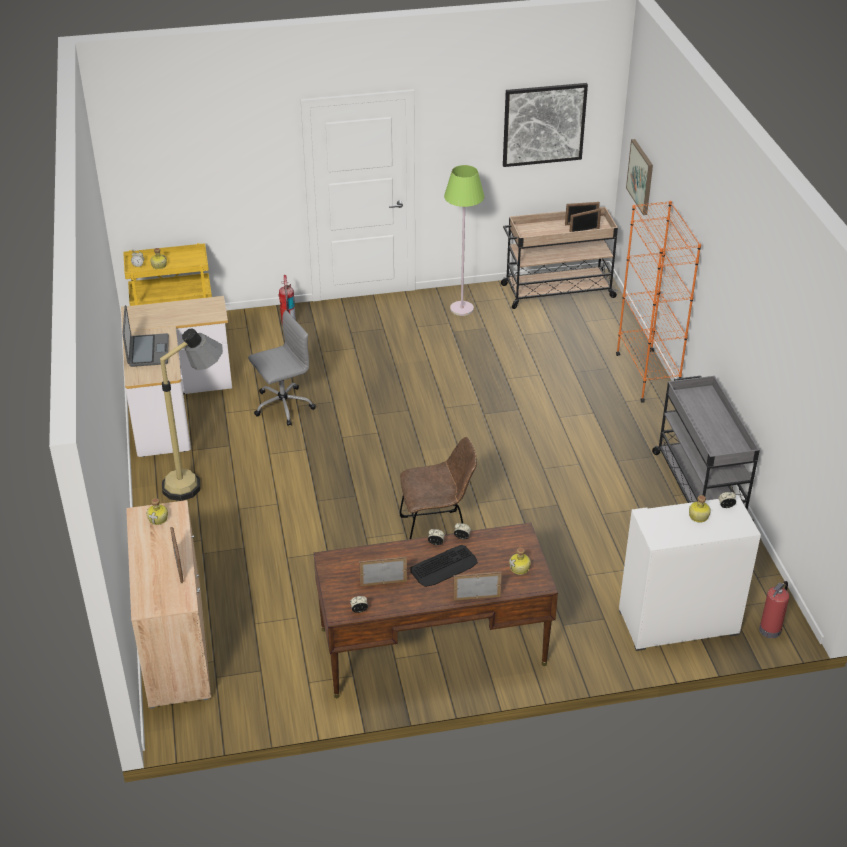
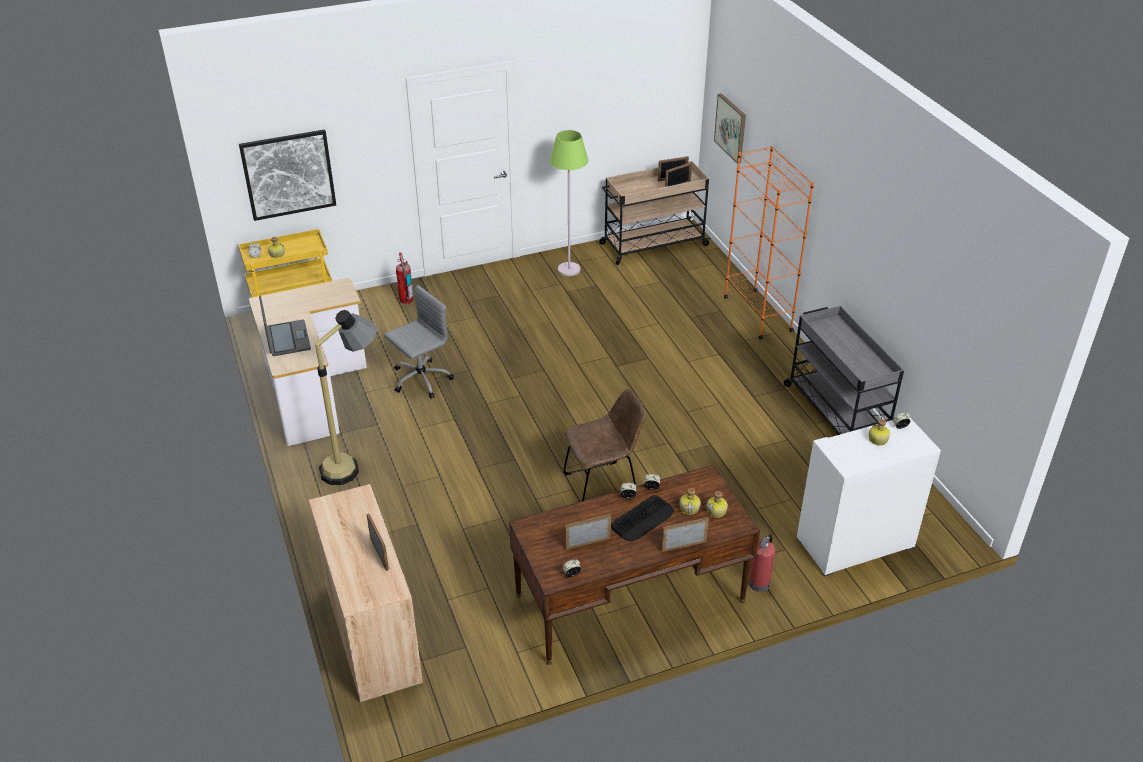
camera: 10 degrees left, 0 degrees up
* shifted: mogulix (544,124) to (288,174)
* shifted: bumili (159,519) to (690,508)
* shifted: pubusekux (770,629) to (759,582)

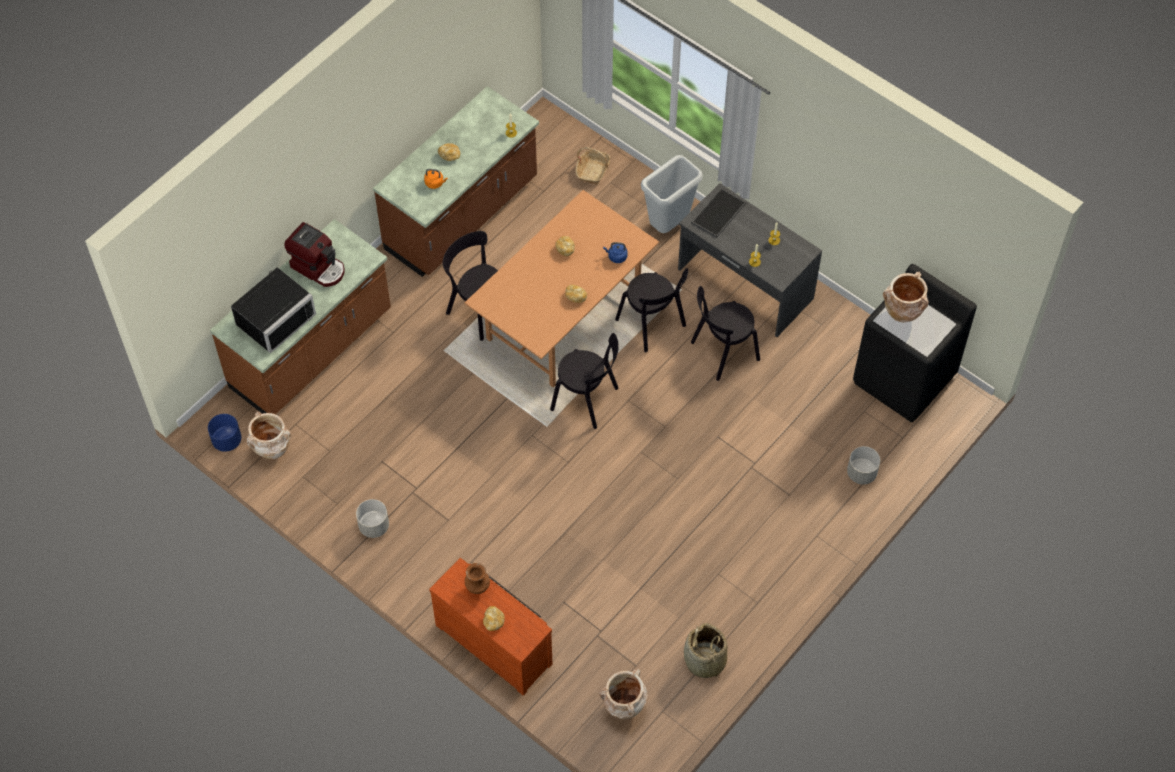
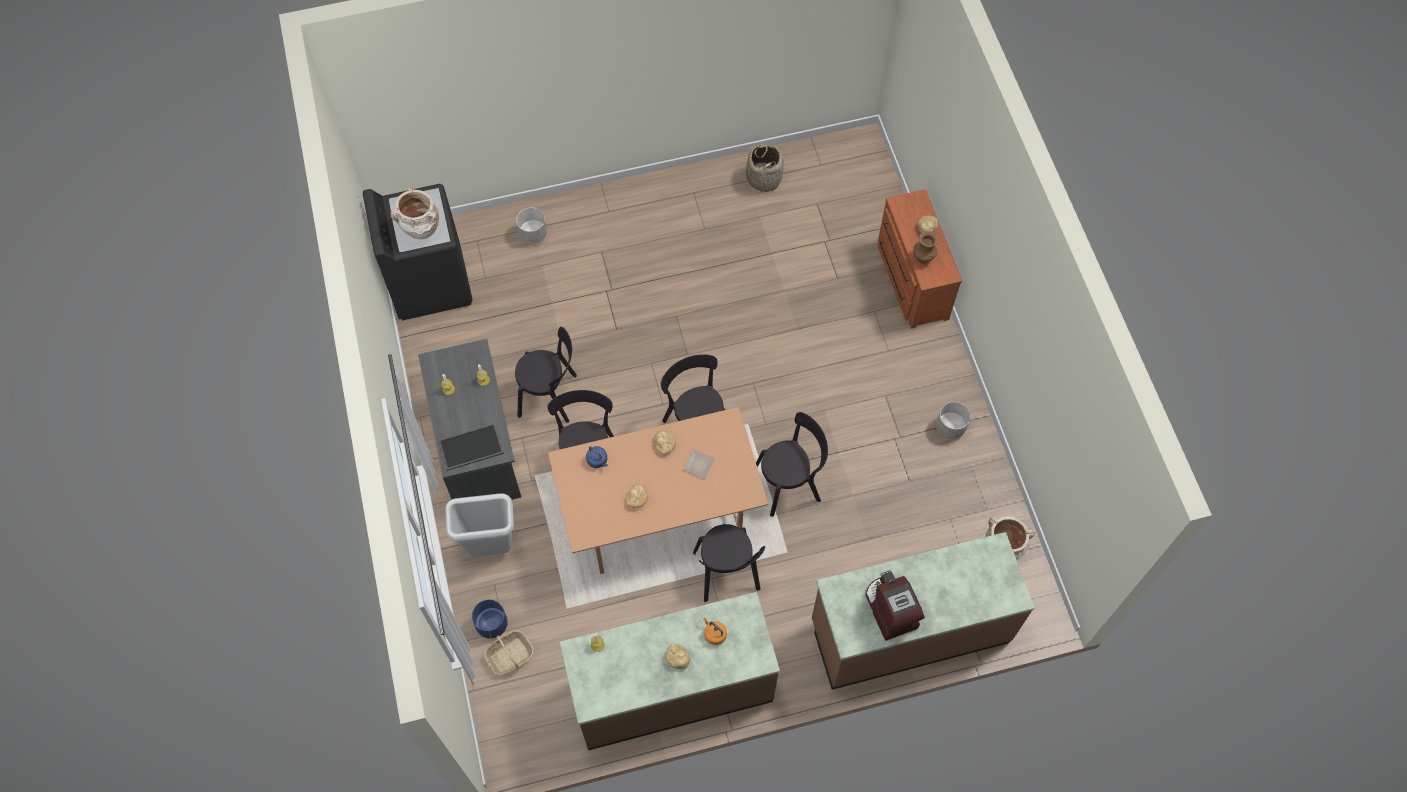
camera: 145 degrees left, 5 degrees up
* gone: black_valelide (273,317)
* shifted: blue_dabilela (226,440) to (492,624)
* gone: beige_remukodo (624,708)
* new: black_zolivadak (790,484)
* new: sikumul (698,465)

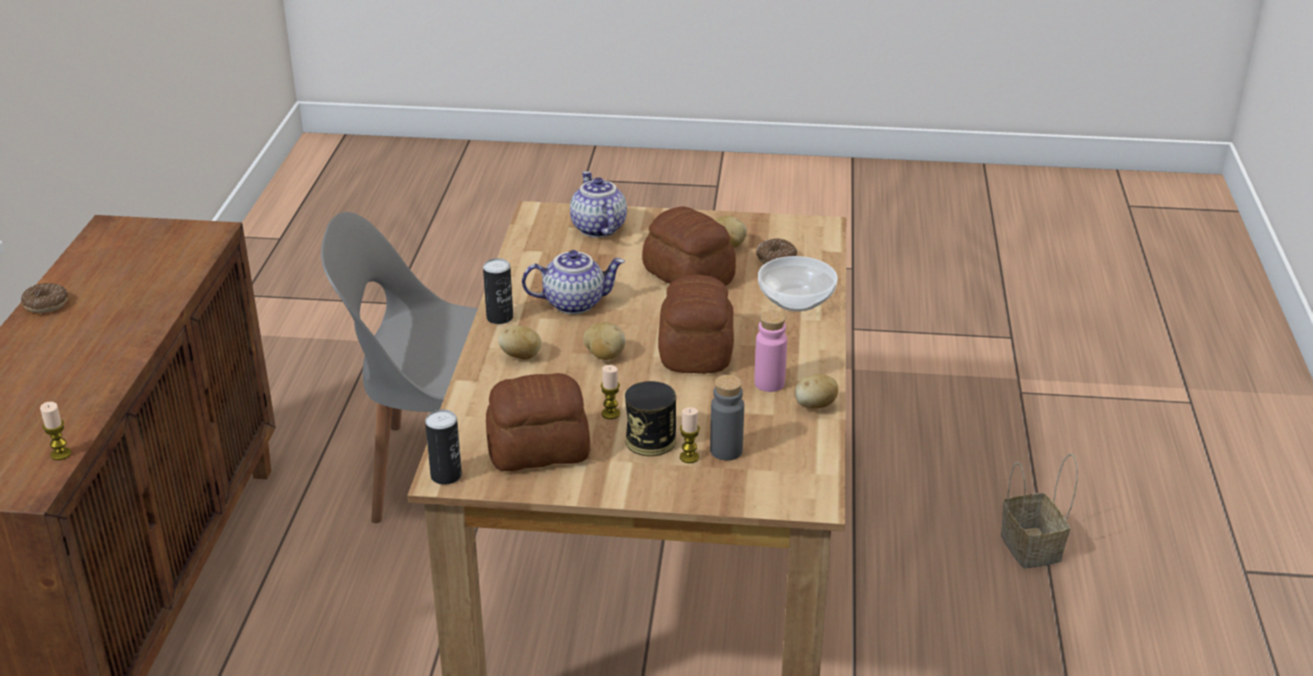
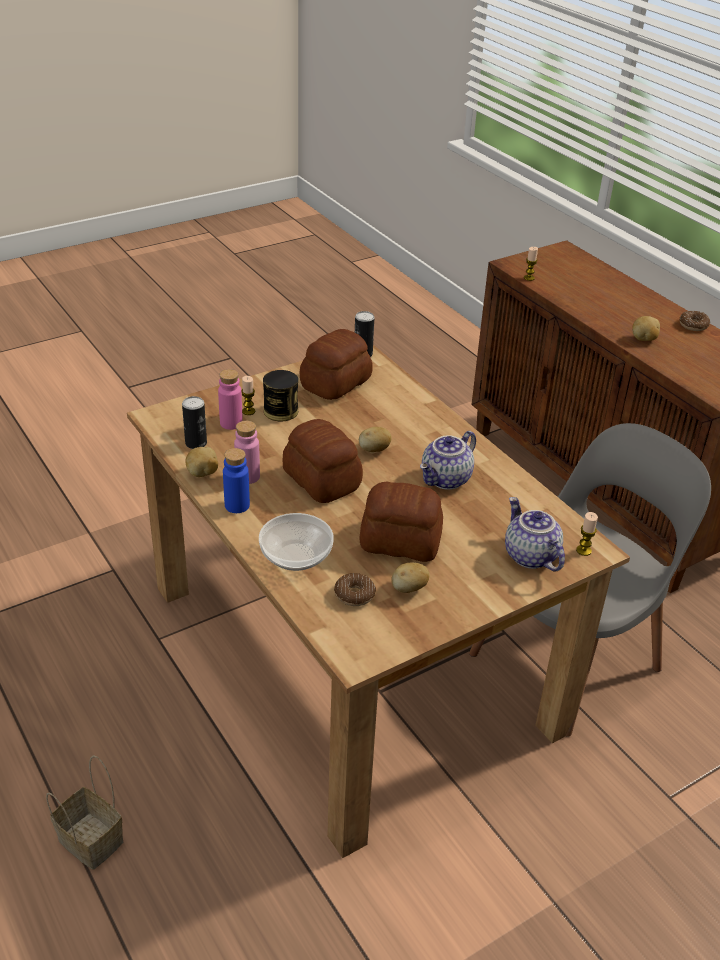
camera: 140 degrees right, 5 degrees up
* rotated: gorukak (597,228) = (529,556) 150 degrees counterclockwise
* shifted: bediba (500,317) to (196,443)
* shifted: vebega (521,356) to (644,339)
* shifted: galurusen (610,414) to (583,550)
* repainted: grey_bumili (726,451) to pink_bumili (231,423)
* new: blue_bumili (237,505)

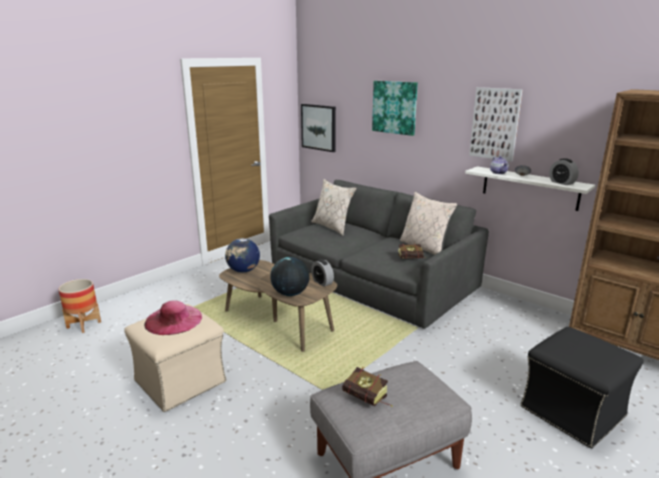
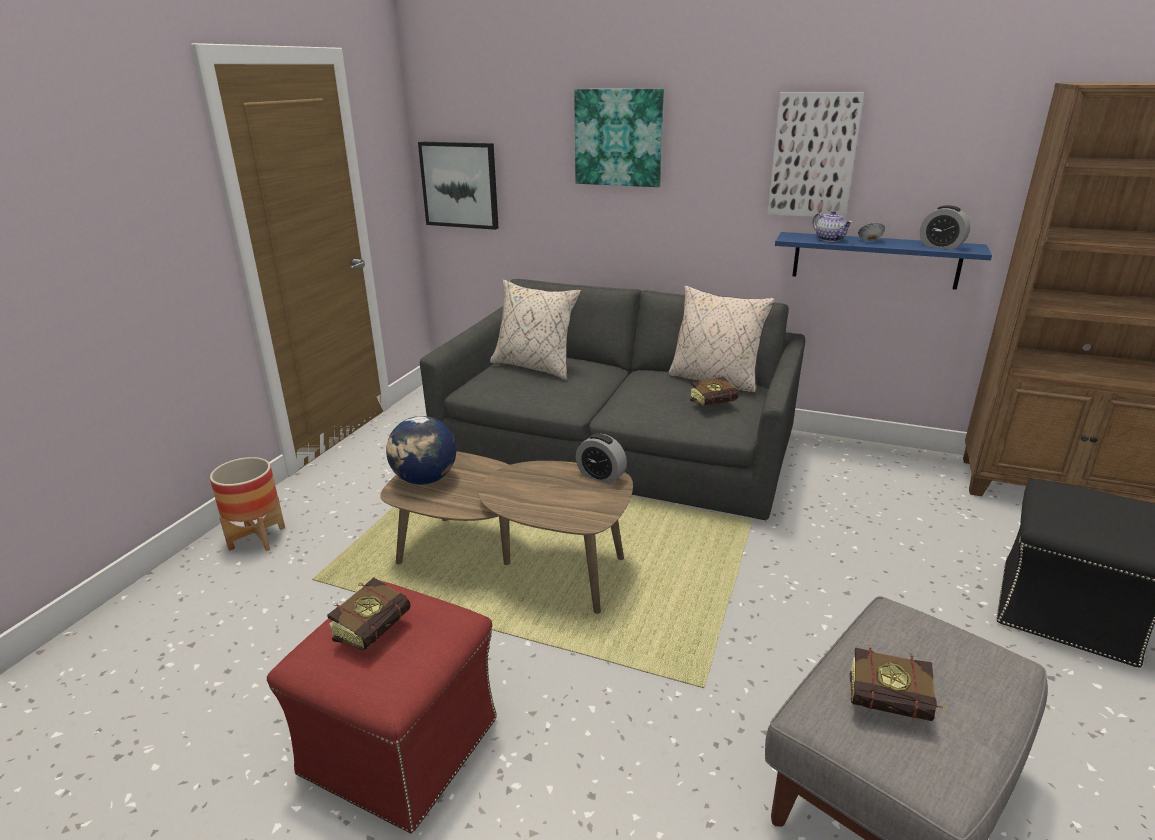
camera: 20 degrees left, 5 degrees up
* repainted: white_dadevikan (529,188) to blue_dadevikan (875,260)
* gone: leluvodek (290,294)
* shifted: dabilela (84,325) to (257,538)
* swapped: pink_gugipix (173,320) to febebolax (379,628)
* repainted: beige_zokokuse (181,381) to red_zokokuse (401,744)

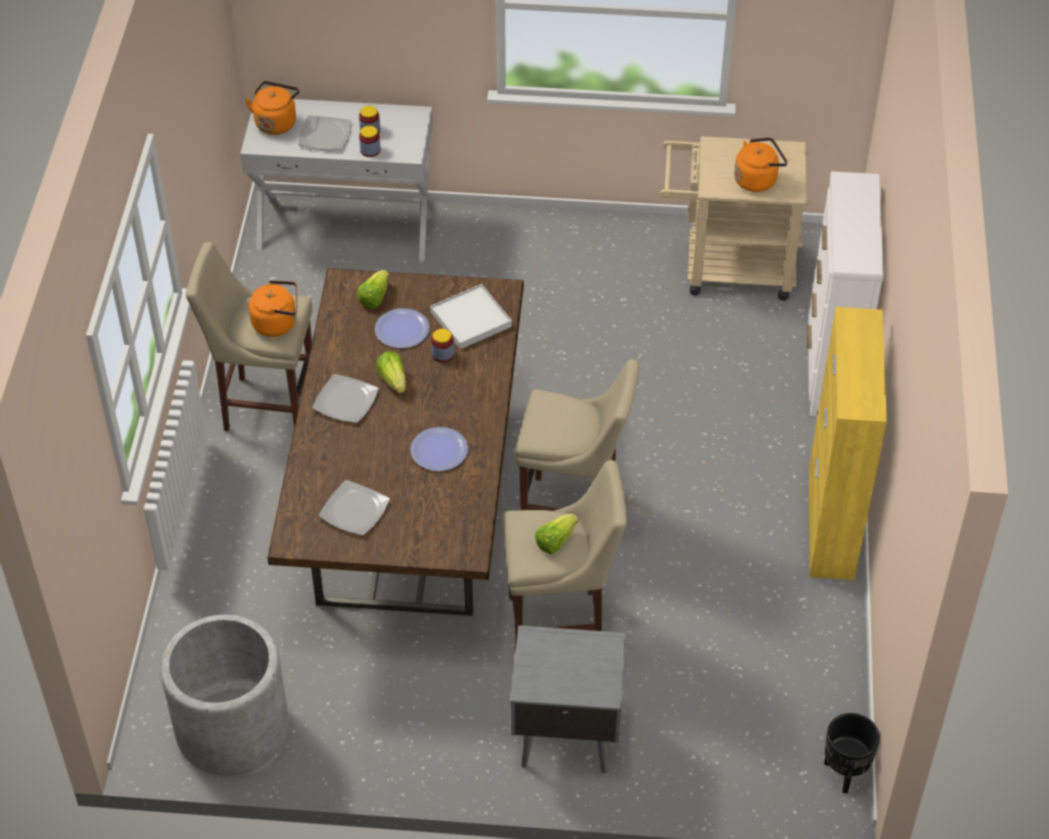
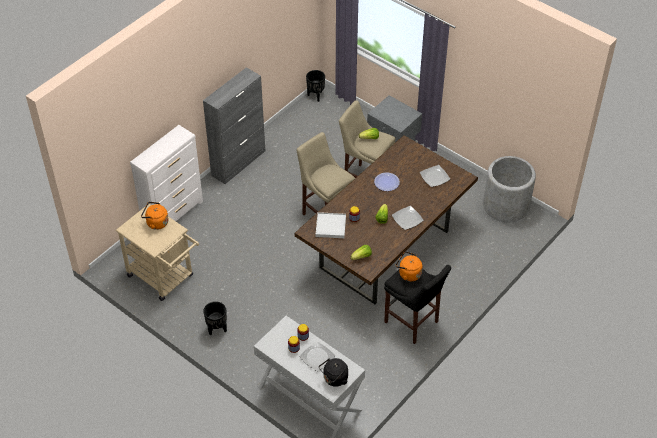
camera: 145 degrees left, 0 degrees up
* repainted: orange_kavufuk (276,122) to black_kavufuk (334,379)
* repainted: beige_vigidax (265,406) to black_vigidax (413,323)
* repainted: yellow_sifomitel (830,523) to grey_sifomitel (239,163)
* gone: sikumul (402,330)
* new: black_dabilela (217,329)

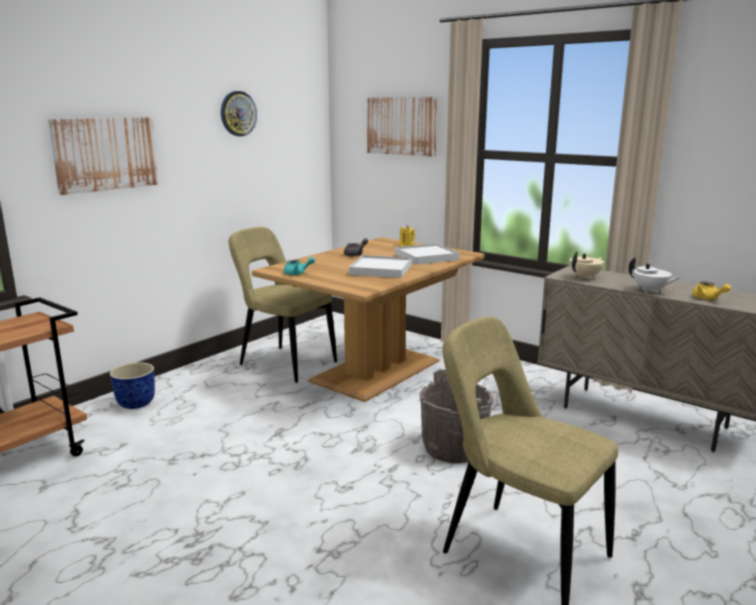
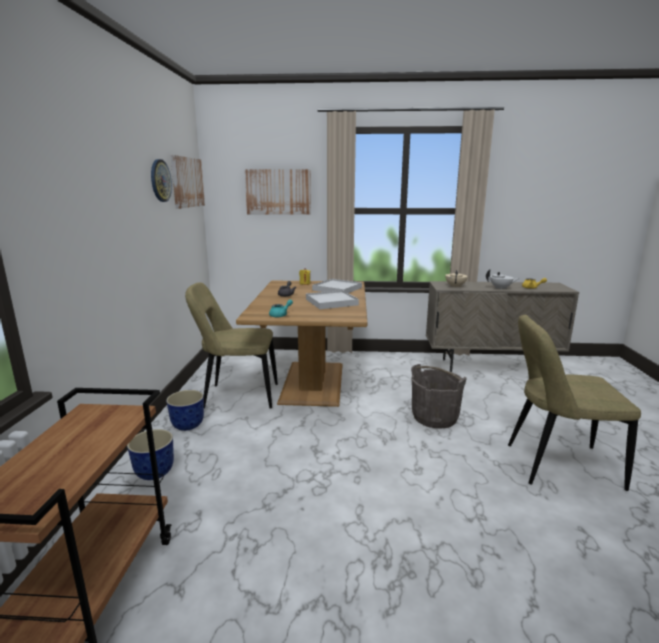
camera: 35 degrees left, 0 degrees up
* shifted: mogulix (105,154) to (187,182)
* new: dabilela (188,425)

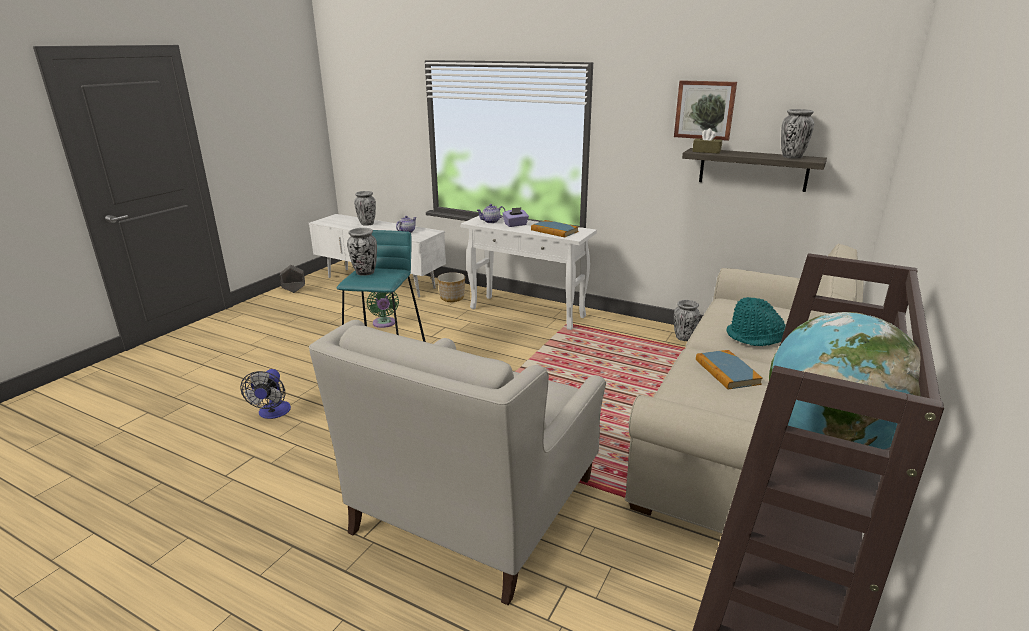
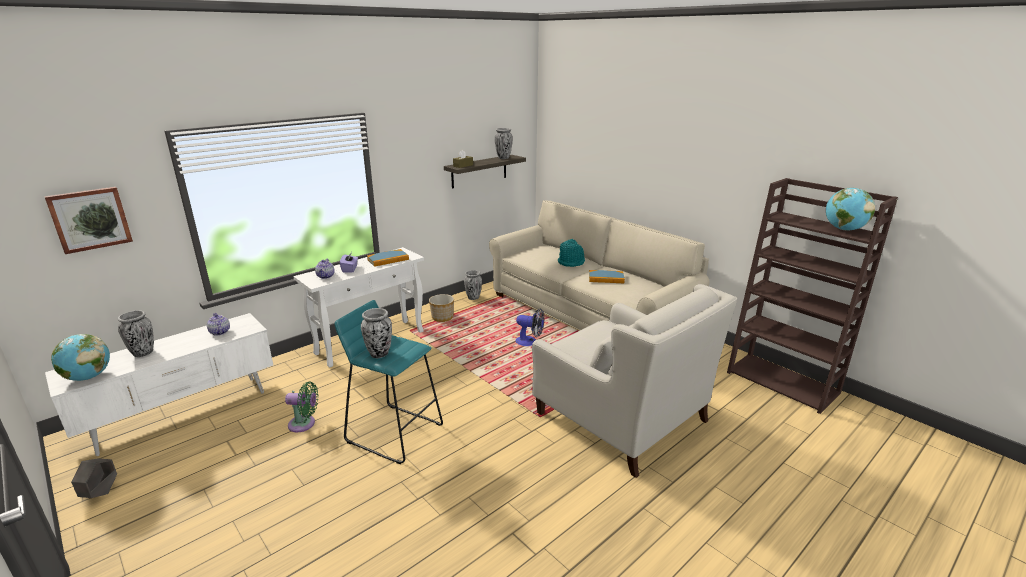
camera: 70 degrees left, 0 degrees up
* shifted: mogulix (705,110) to (90,219)
* shifted: dabilela (452,298) to (442,317)
* shifted: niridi (273,413) to (530,342)
* new: leluvodek (88,377)

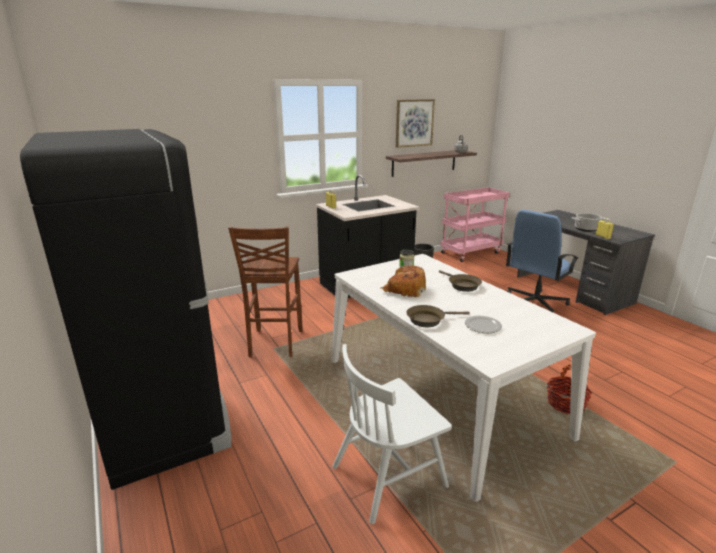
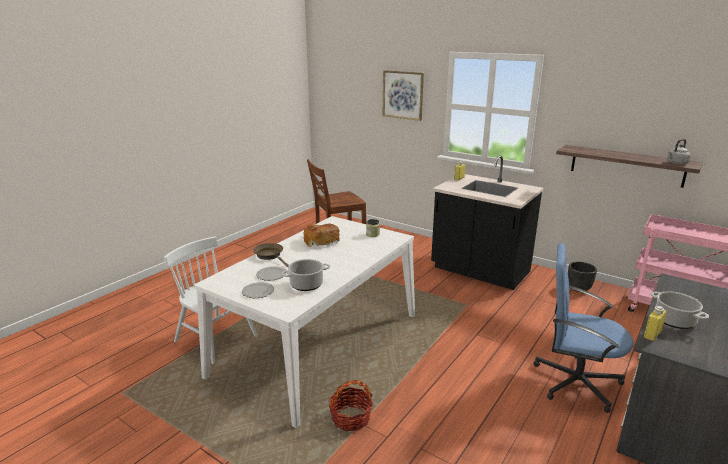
camera: 65 degrees right, 0 degrees up
* shifted: mogulix (414,123) to (403,95)
* gone: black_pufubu (165,417)
* gone: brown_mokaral (462,285)
* new: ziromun (306,285)
* new: sikumul (258,291)

